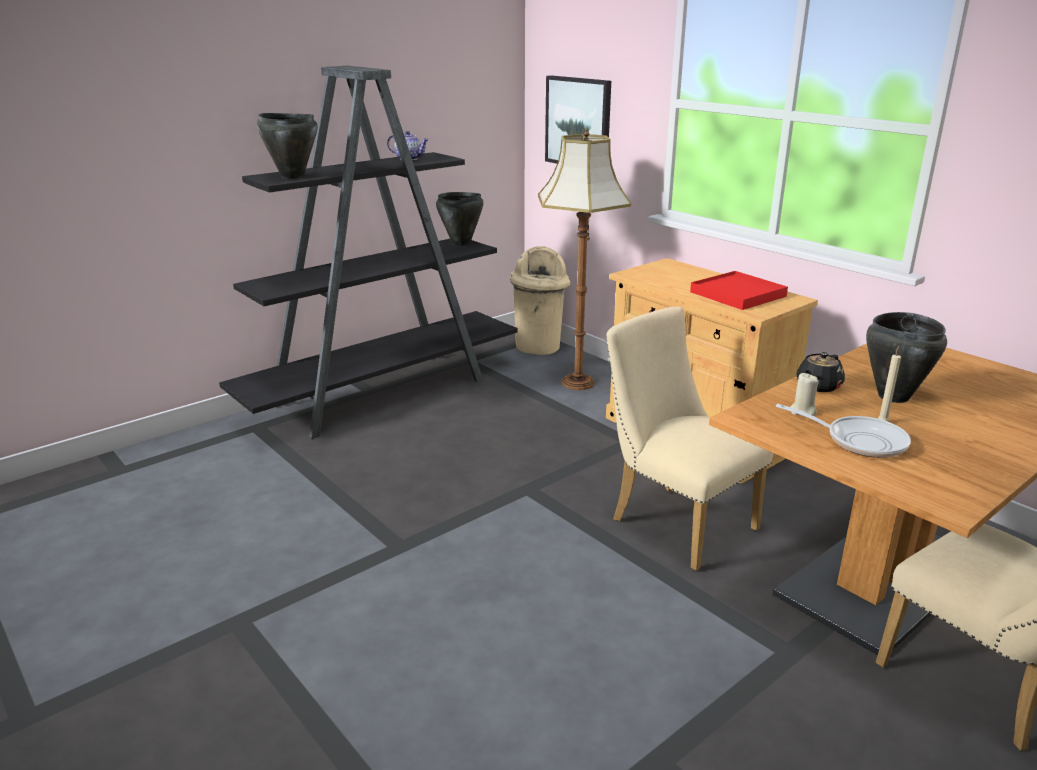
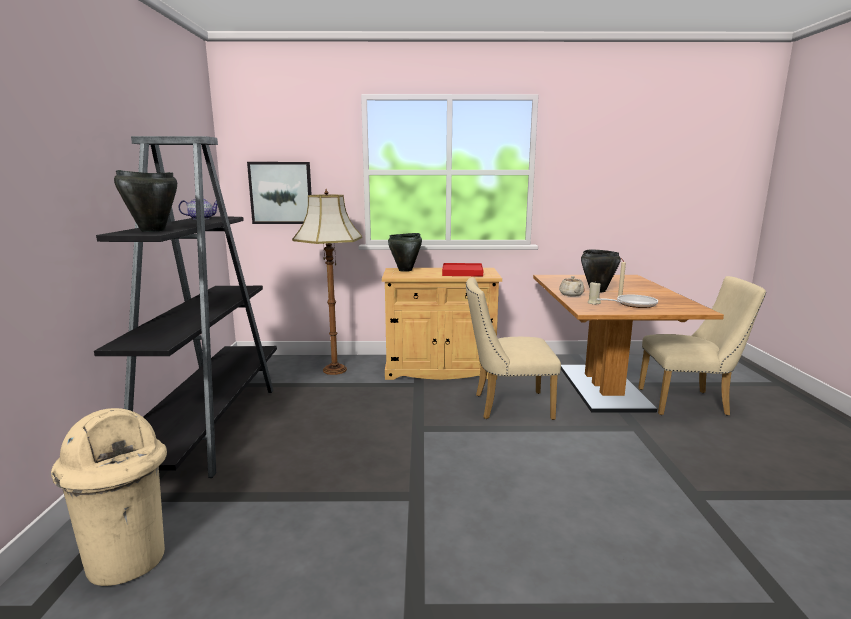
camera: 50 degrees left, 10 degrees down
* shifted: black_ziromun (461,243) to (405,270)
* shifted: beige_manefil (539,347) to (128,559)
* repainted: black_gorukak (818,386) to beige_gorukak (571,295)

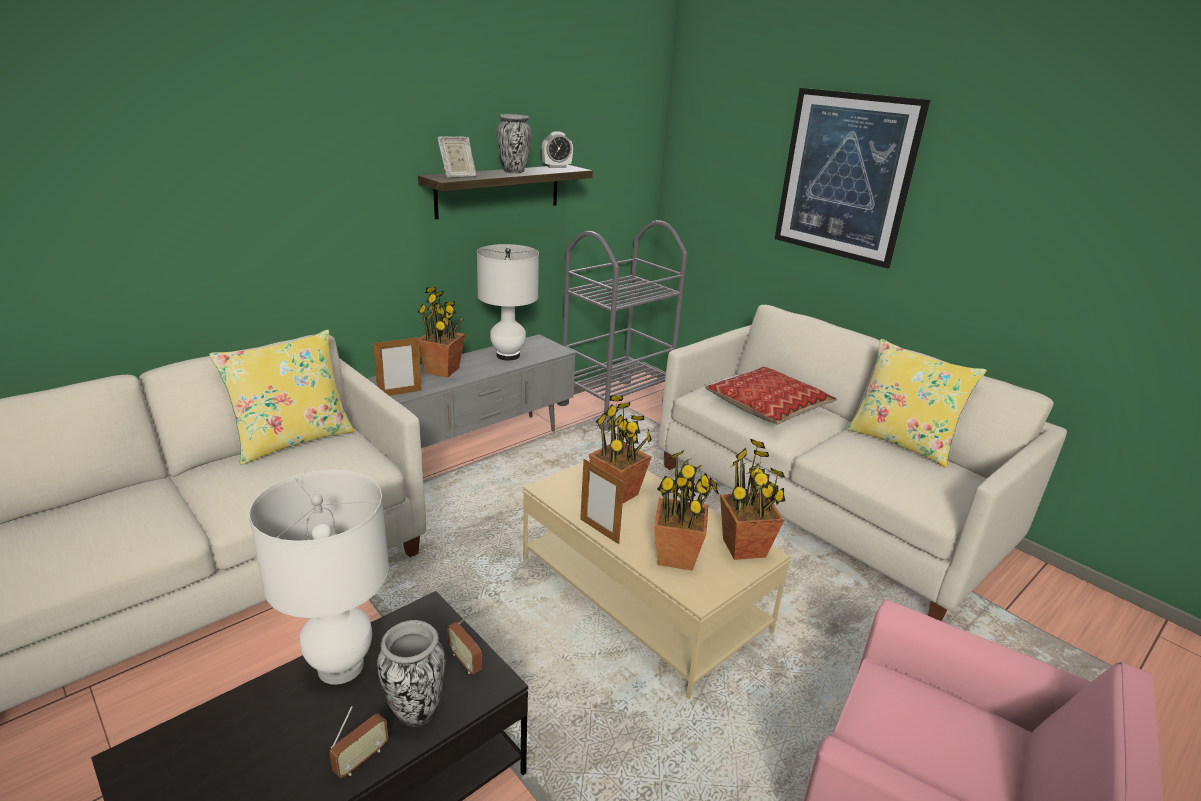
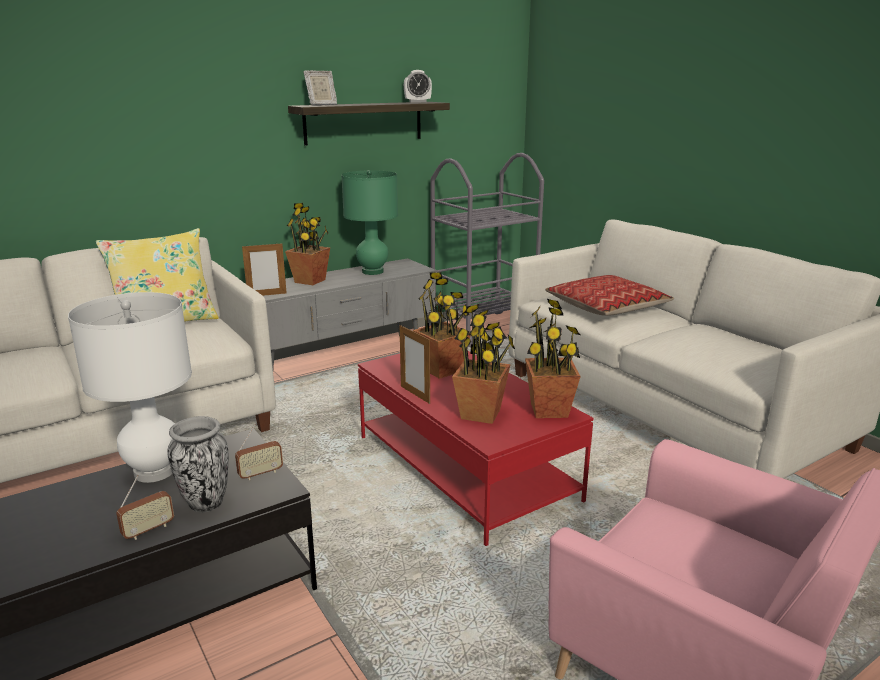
camera: 10 degrees right, 5 degrees down
* gone: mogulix (845,176)
* gone: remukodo (513,171)
* repainted: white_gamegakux (508,356) to green_gamegakux (372,272)
* gone: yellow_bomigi (901,442)
* repainted: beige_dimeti (642,595) to red_dimeti (465,468)
* rotated: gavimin (465,661) = (260,474) 90 degrees counterclockwise

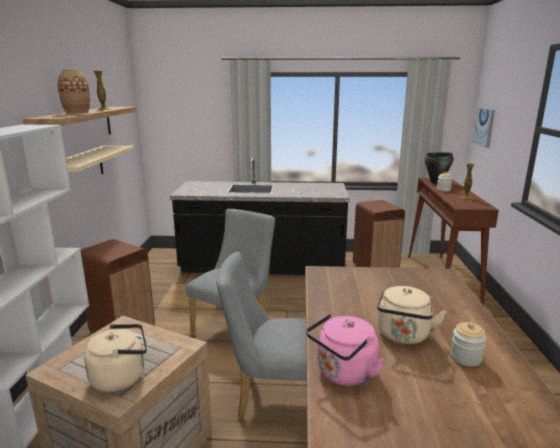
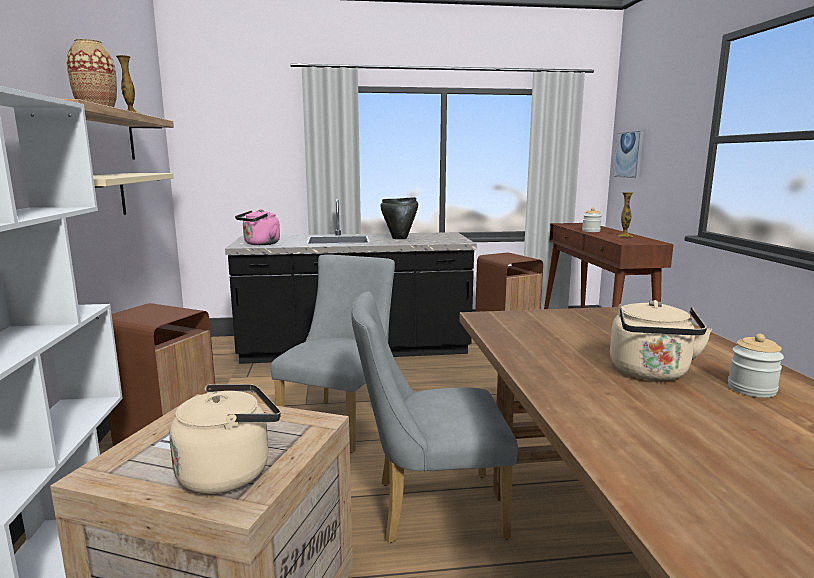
camera: 10 degrees left, 5 degrees down
* shifted: black_ziromun (436,182) to (400,238)
* shifted: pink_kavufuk (343,374) to (260,244)

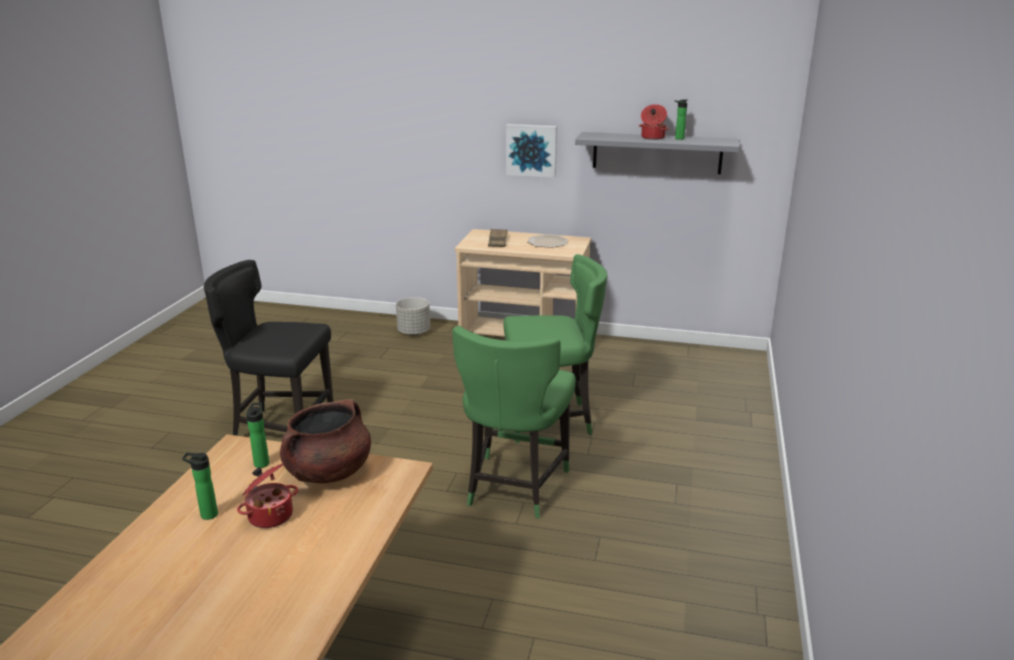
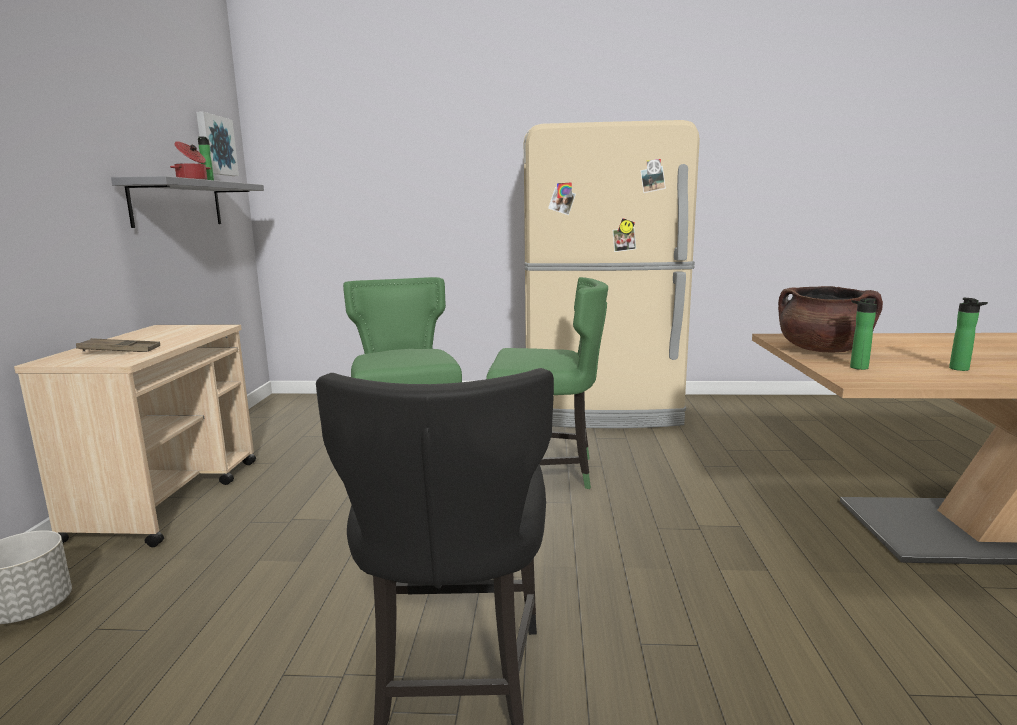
camera: 100 degrees left, 10 degrees down
* shifted: mogulix (531,150) to (215,145)
* gone: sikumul (547,242)
* gone: ziromun (270,515)
* new: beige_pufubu (601,410)

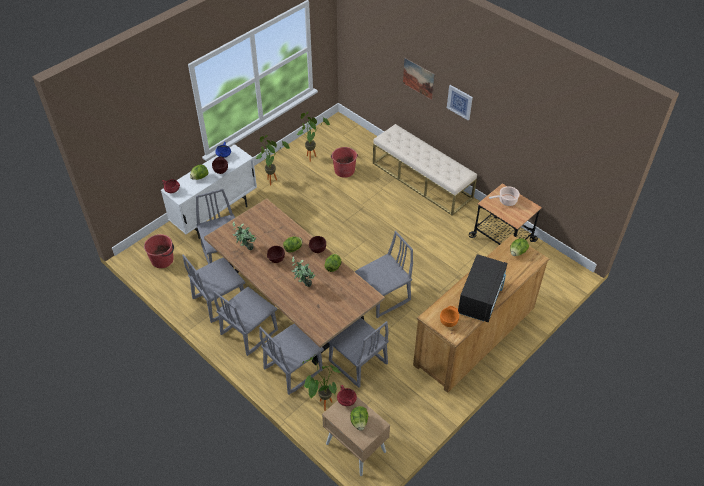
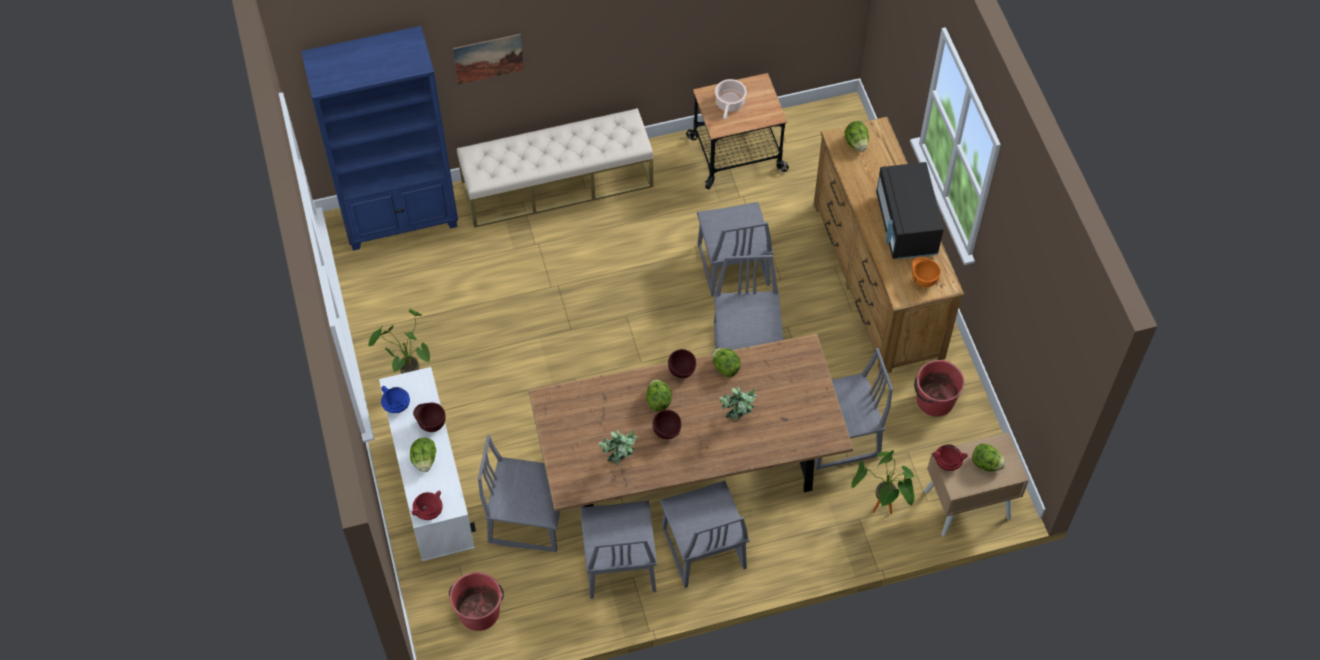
camera: 60 degrees left, 10 degrees up
* gone: mogulix (460,102)
* gone: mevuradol (312,156)
* shifted: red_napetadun (344,170) to (934,400)
* rotated: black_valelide (480,298) = (906,225) 150 degrees counterclockwise
* shifted: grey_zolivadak (293,369) to (732,266)
* new: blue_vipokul (401,218)

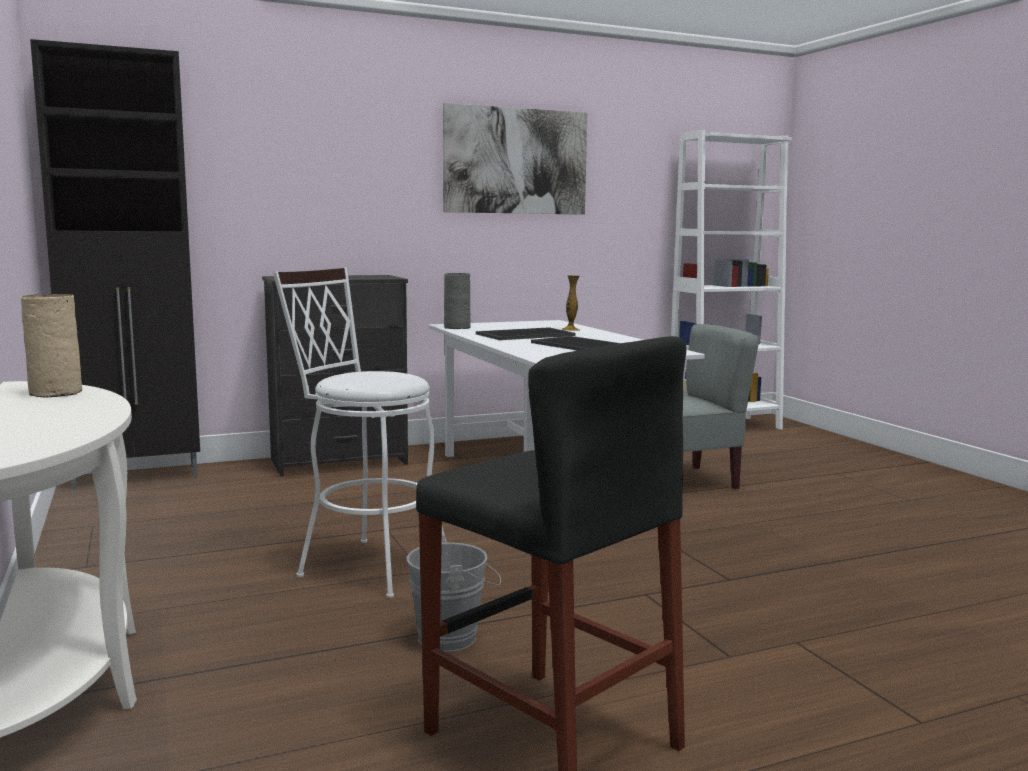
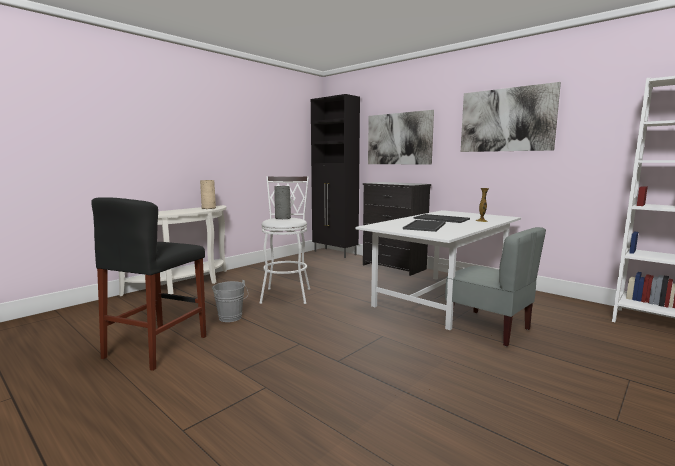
camera: 65 degrees right, 0 degrees up
* shifted: grey_remukodo (456,327) to (283,218)
* new: mogulix (399,139)

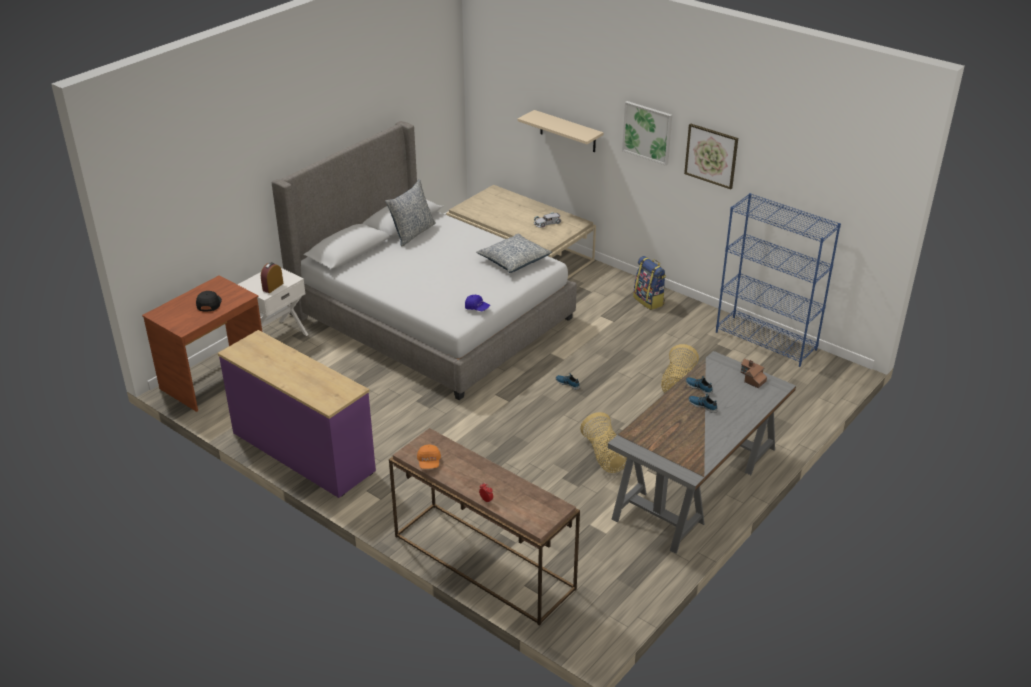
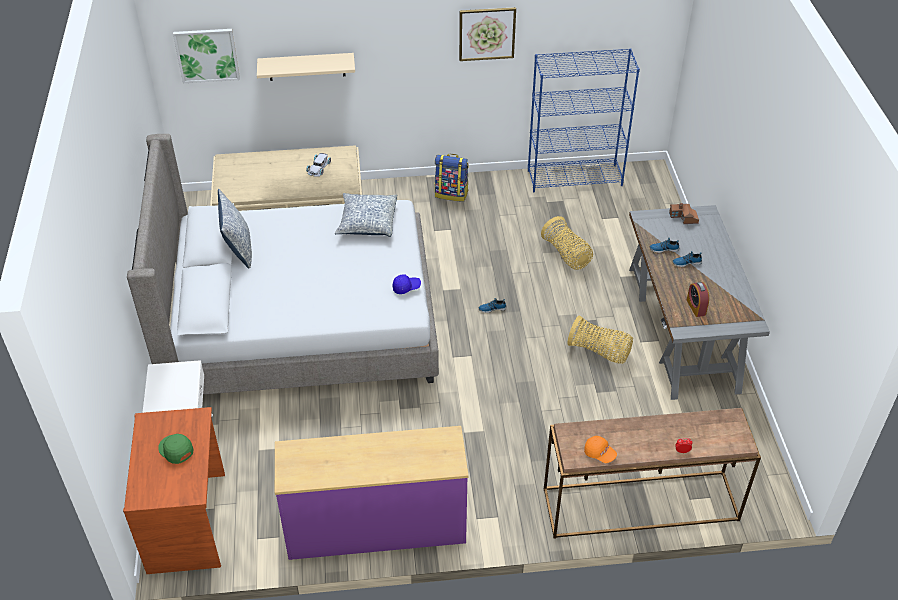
camera: 45 degrees left, 10 degrees up
* shifted: mogulix (647,132) to (207,55)
* shifted: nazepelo (273,287) to (696,307)
* repainted: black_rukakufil (209,303) to green_rukakufil (176,449)

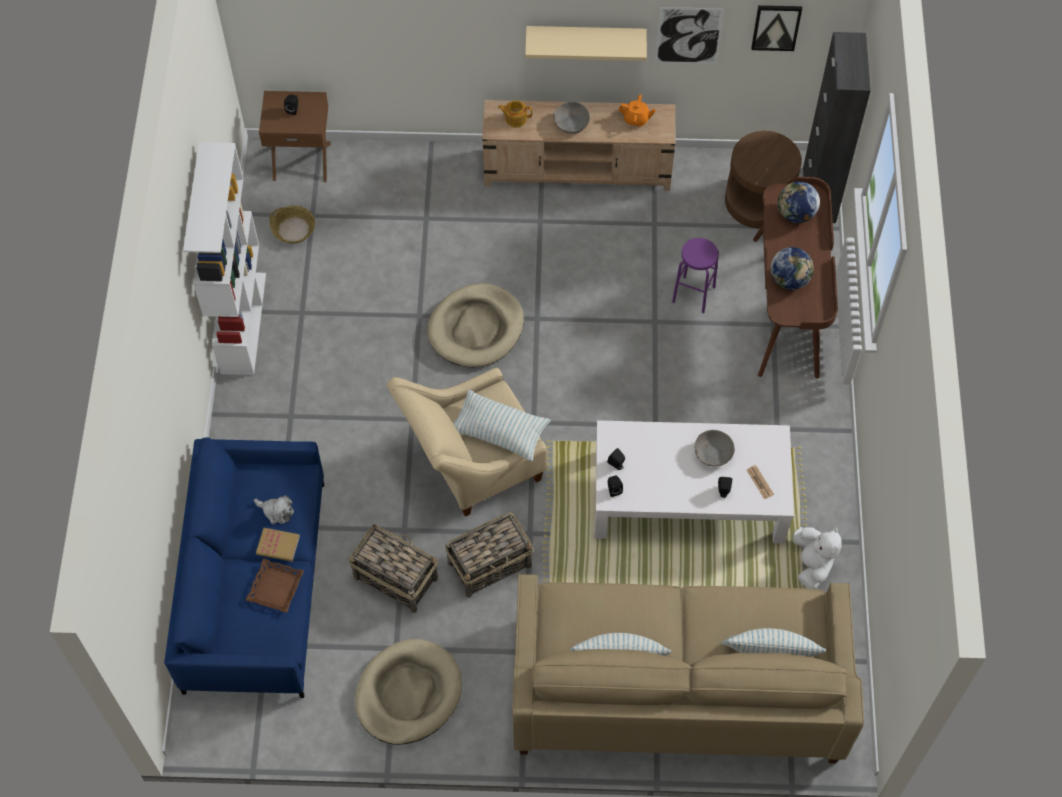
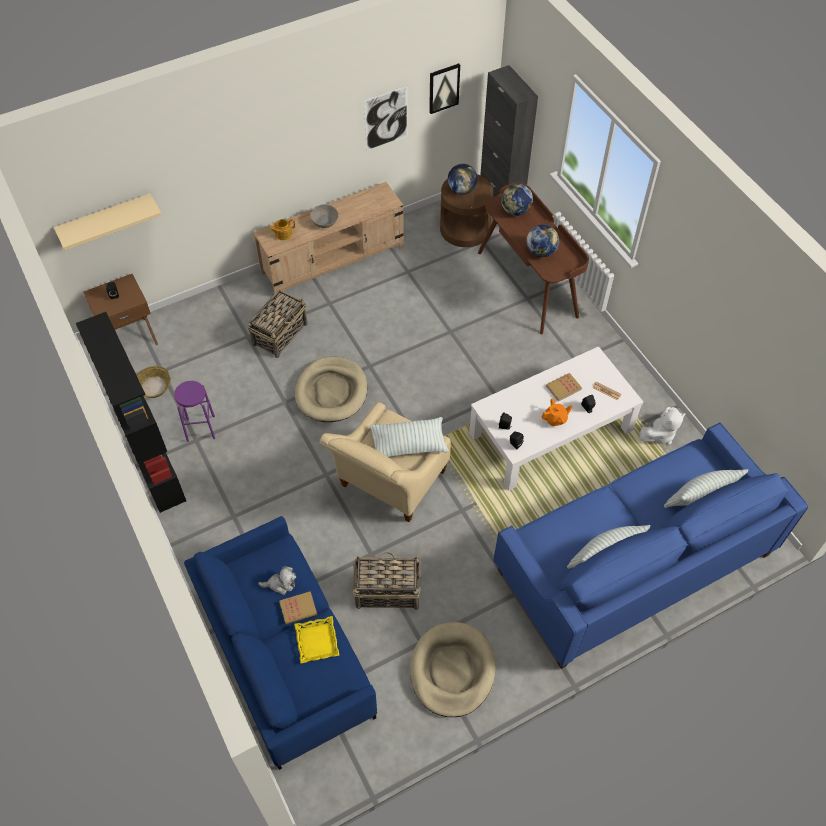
camera: 30 degrees left, 5 degrees down
* shifted: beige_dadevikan (585,38) to (106,219)
* shifted: orange_gorukak (636,119) to (555,419)
* repainted: white_vipokul (243,322) to black_vipokul (154,468)
* shifted: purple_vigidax (693,294) to (200,428)
* swapped: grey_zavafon (713,454) to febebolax (563,388)
* shifted: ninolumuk (490,564) to (280,334)
* rotated: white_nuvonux (812,564) = (659,434) 90 degrees clockwise
* repainted: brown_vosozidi (276,588) to yellow_vosozidi (317,641)
* repainted: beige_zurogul (676,688) to blue_zurogul (633,562)
* new: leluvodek (461,190)

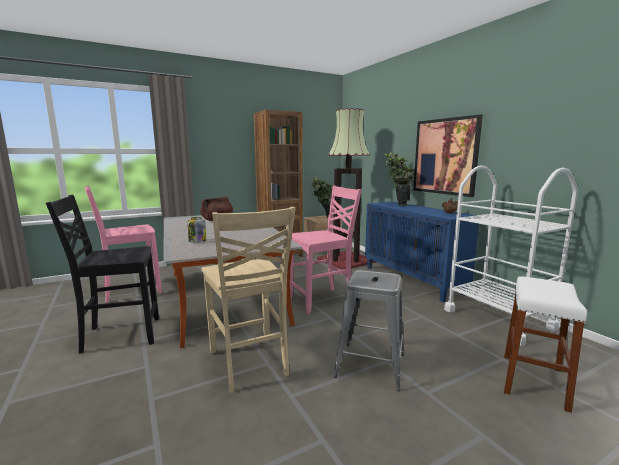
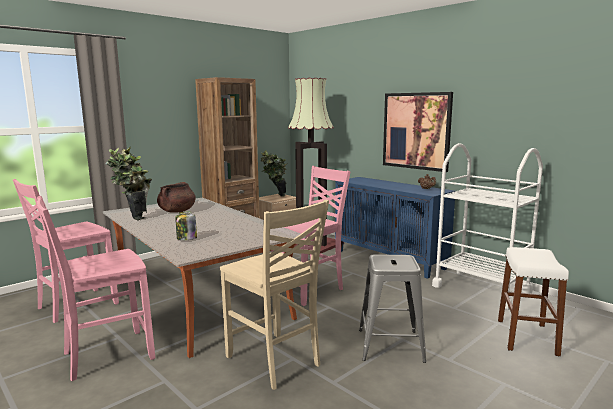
camera: 15 degrees left, 0 degrees up
* shifted: mevuradol (396,204) to (133,217)
* repainted: black_zolivadak (120,335) to pink_zolivadak (106,355)

